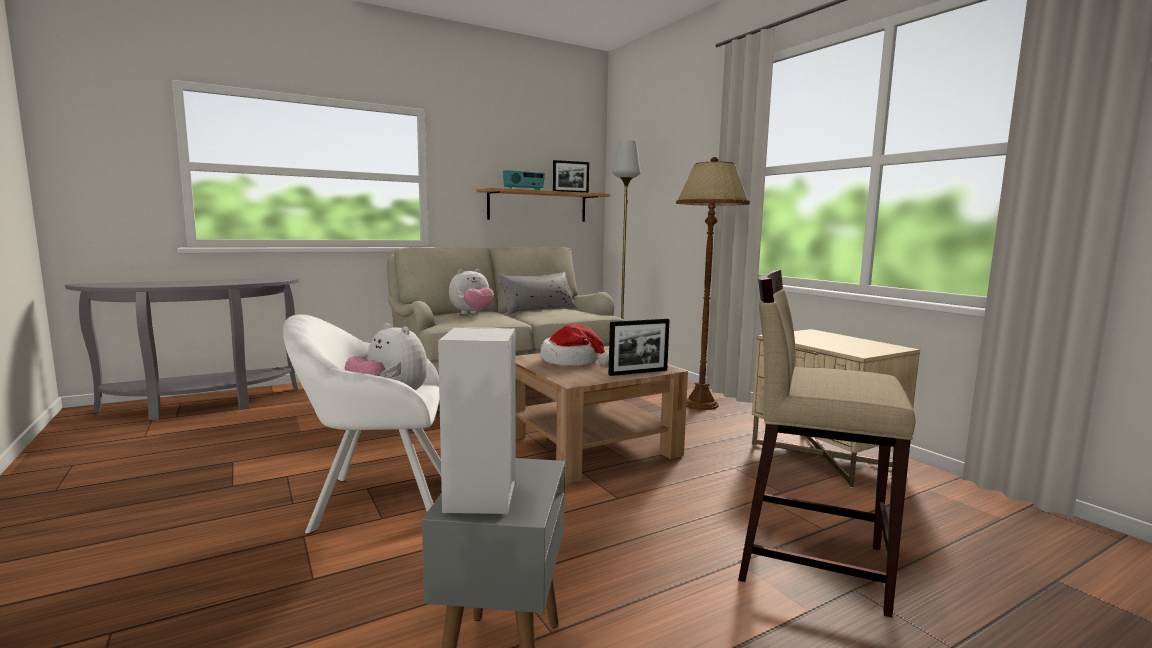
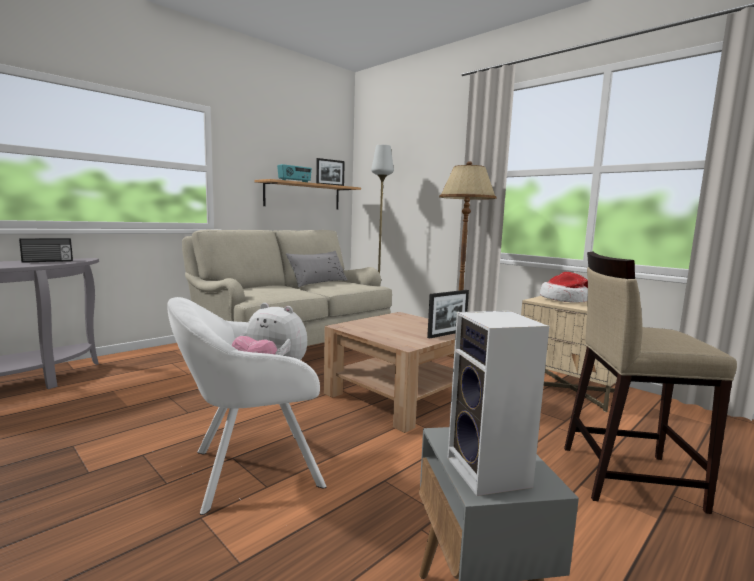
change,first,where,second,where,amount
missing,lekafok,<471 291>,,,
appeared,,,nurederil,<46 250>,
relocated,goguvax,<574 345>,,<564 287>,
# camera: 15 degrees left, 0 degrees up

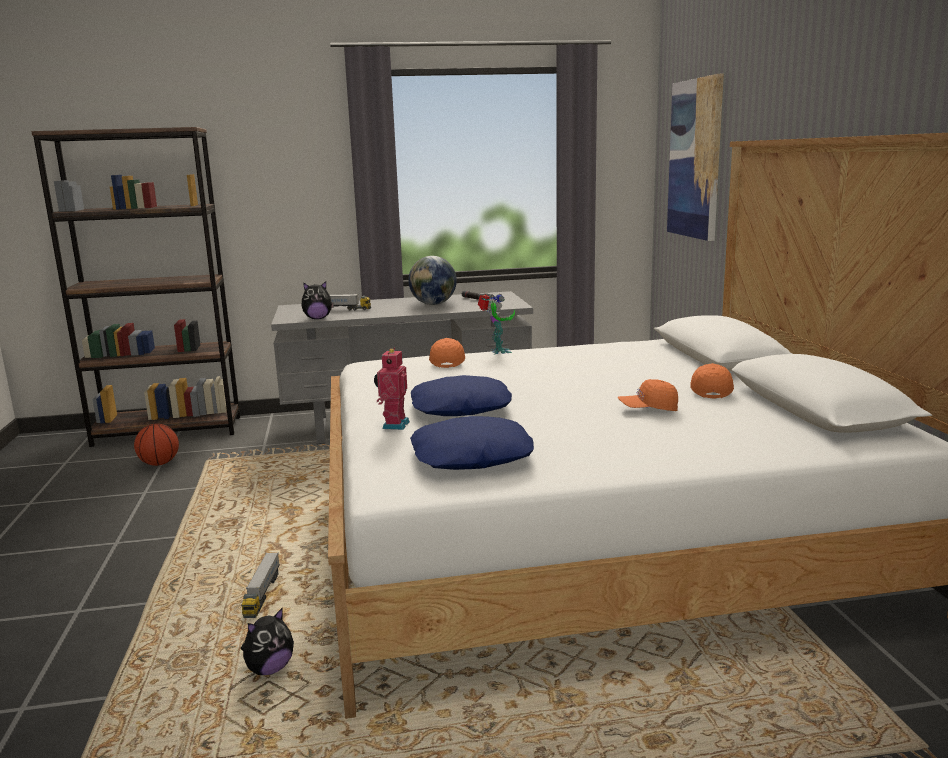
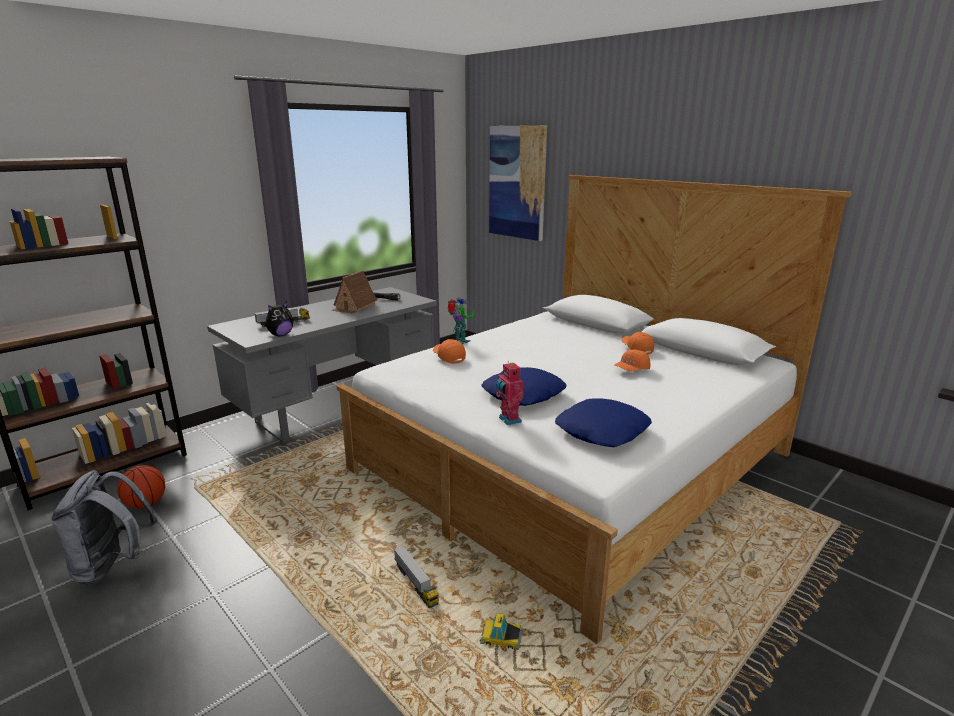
change,first,where,second,where,amount
appeared,,,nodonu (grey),<104 527>,
exchanged,lekafok,<267 641>,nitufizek,<501 631>,
exchanged,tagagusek,<432 280>,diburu,<354 292>,
# camera: 35 degrees left, 5 degrees up

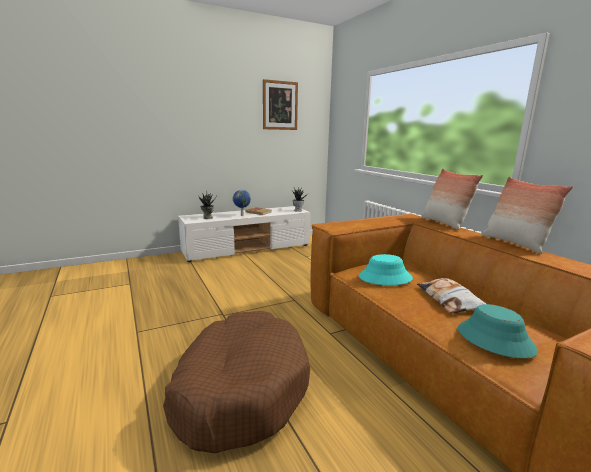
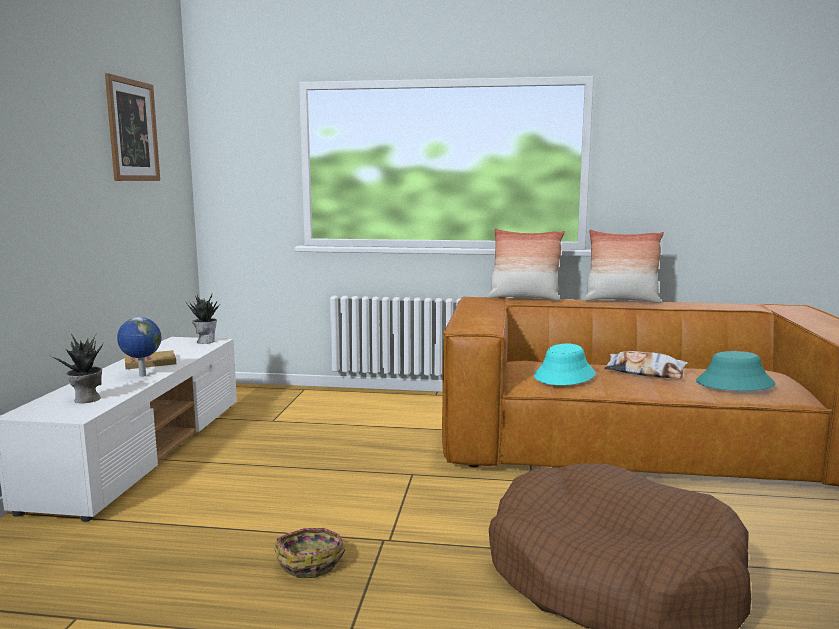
change,first,where,second,where,amount
appeared,,,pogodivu,<310 553>,
# camera: 55 degrees left, 5 degrees down

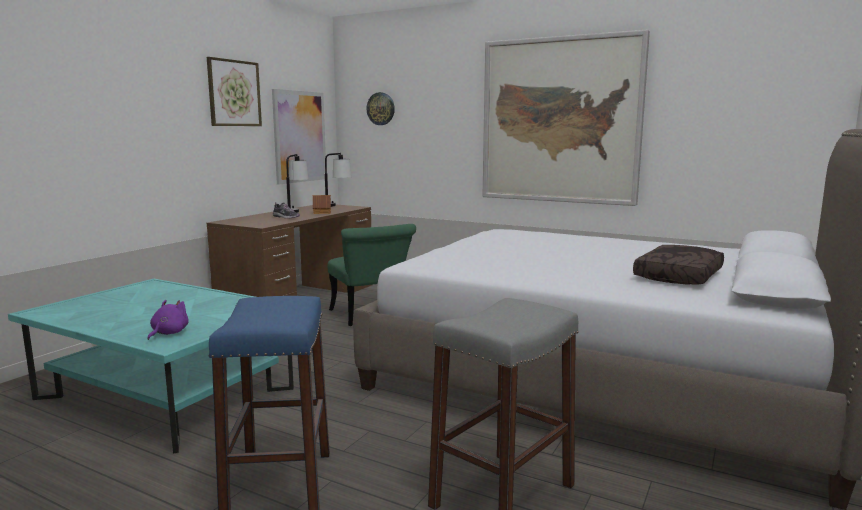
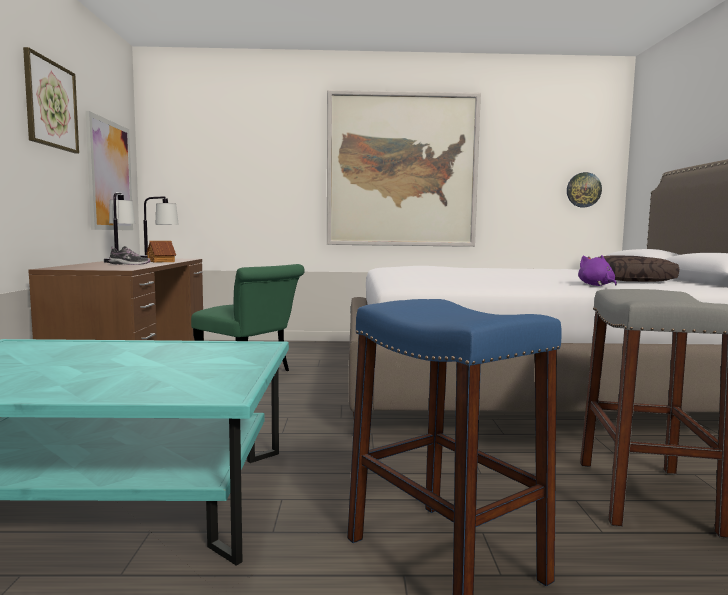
change,first,where,second,where,amount
relocated,lekafok (purple),<168 320>,,<597 270>,
relocated,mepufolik,<380 108>,,<584 189>,
# camera: 30 degrees left, 5 degrees down

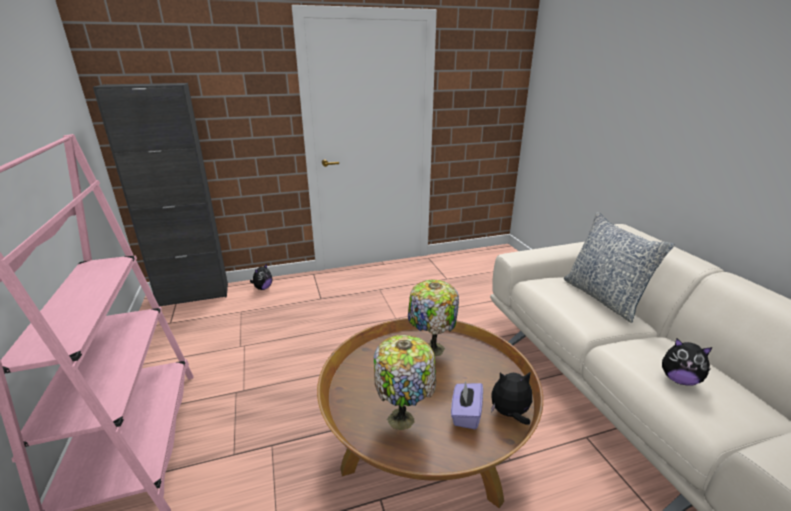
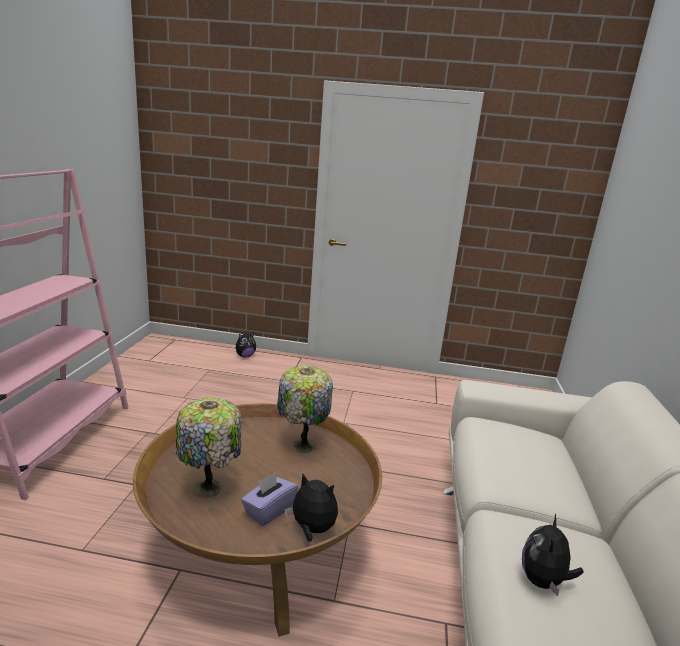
change,first,where,second,where,amount
missing,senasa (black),<160 194>,,,
missing,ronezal,<619 267>,,,
spun,lekafok,<687 362>,,<553 555>,60 degrees clockwise
# camera: 25 degrees right, 5 degrees down

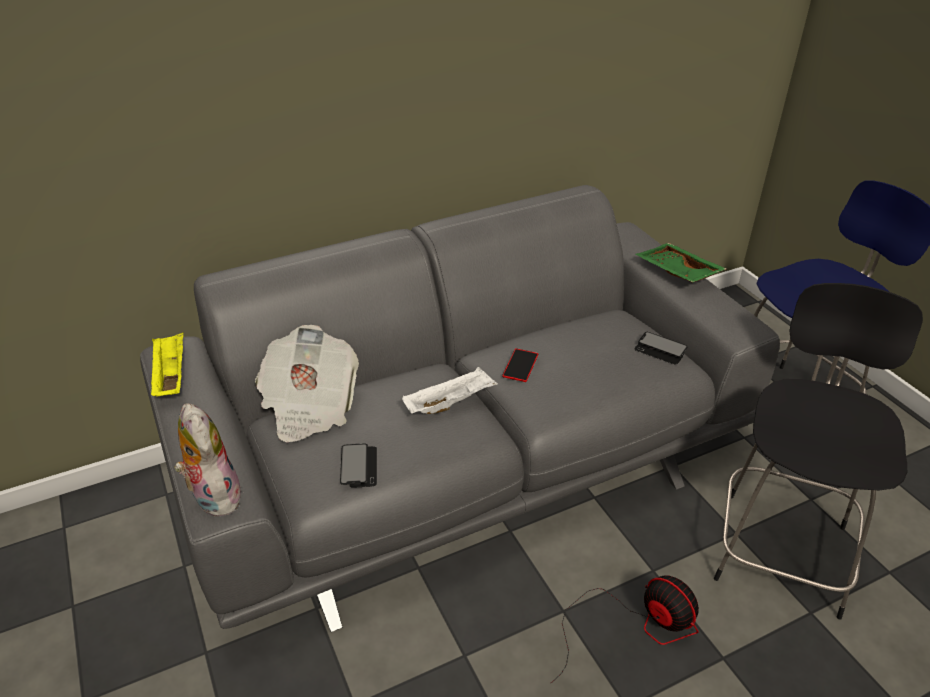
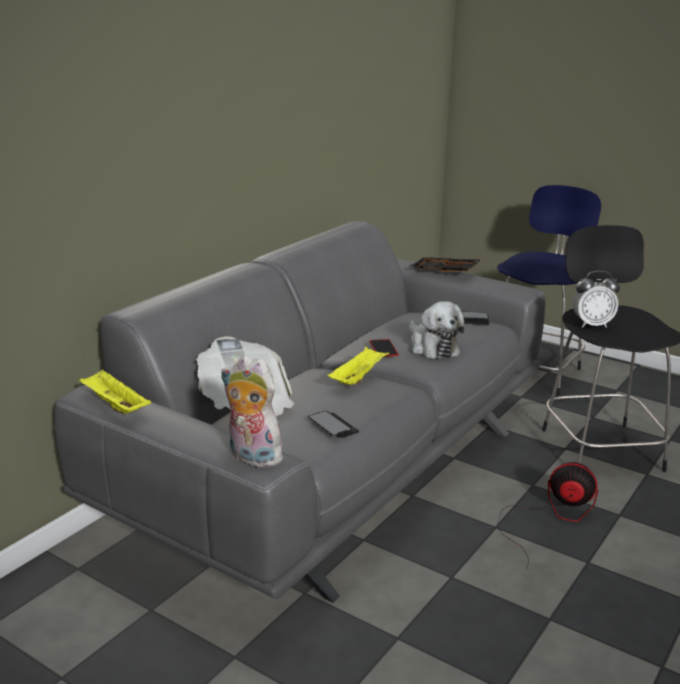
change,first,where,second,where,amount
appeared,,,lekafok,<436 330>,
appeared,,,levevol,<596 299>,
colour,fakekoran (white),<450 390>,fakekoran (yellow),<359 366>,
colour,fakekoran (green),<681 263>,fakekoran (black),<445 264>,
# camera: 30 degrees left, 15 degrees down

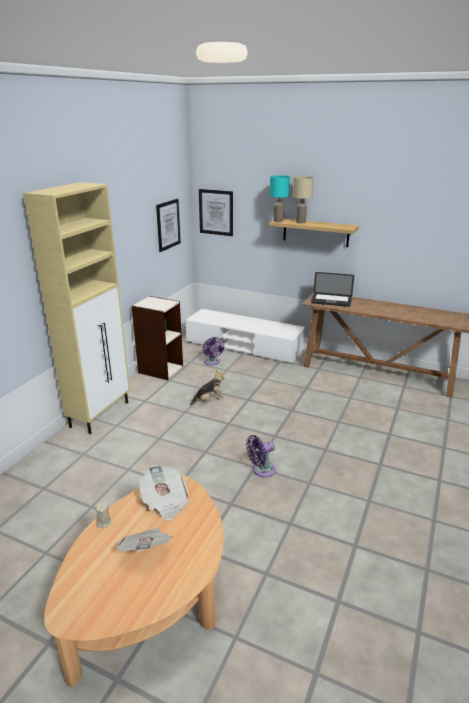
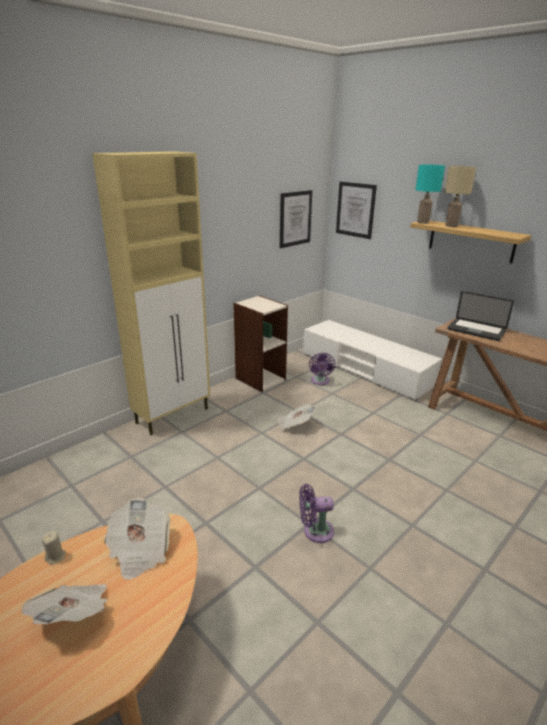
change,first,where,second,where,amount
exchanged,lekafok,<207 387>,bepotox,<297 417>,
# camera: 20 degrees right, 0 degrees up

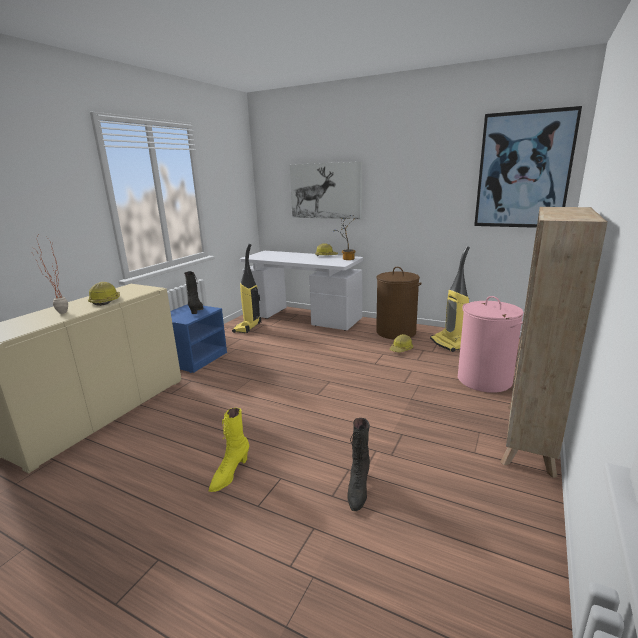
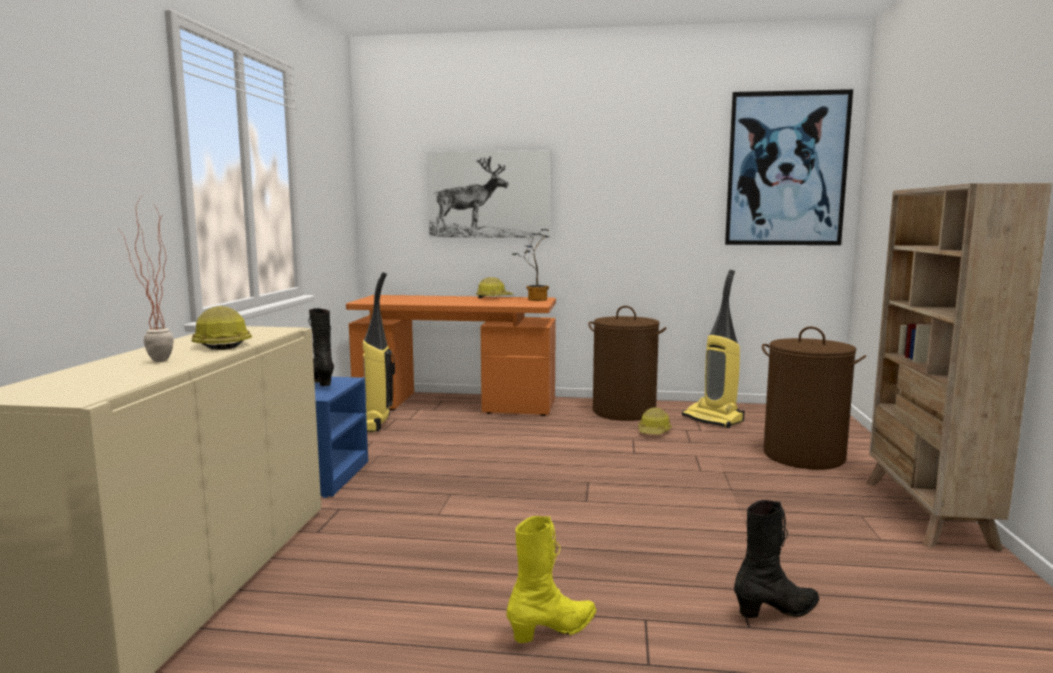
change,first,where,second,where,amount
colour,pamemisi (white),<301 291>,pamemisi (orange),<451 355>,
colour,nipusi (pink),<491 344>,nipusi (brown),<814 397>,
spun,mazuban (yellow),<229 450>,,<551 579>,135 degrees counterclockwise
spun,mazuban (black),<358 464>,,<776 559>,105 degrees counterclockwise
# camera: 20 degrees left, 10 degrees down

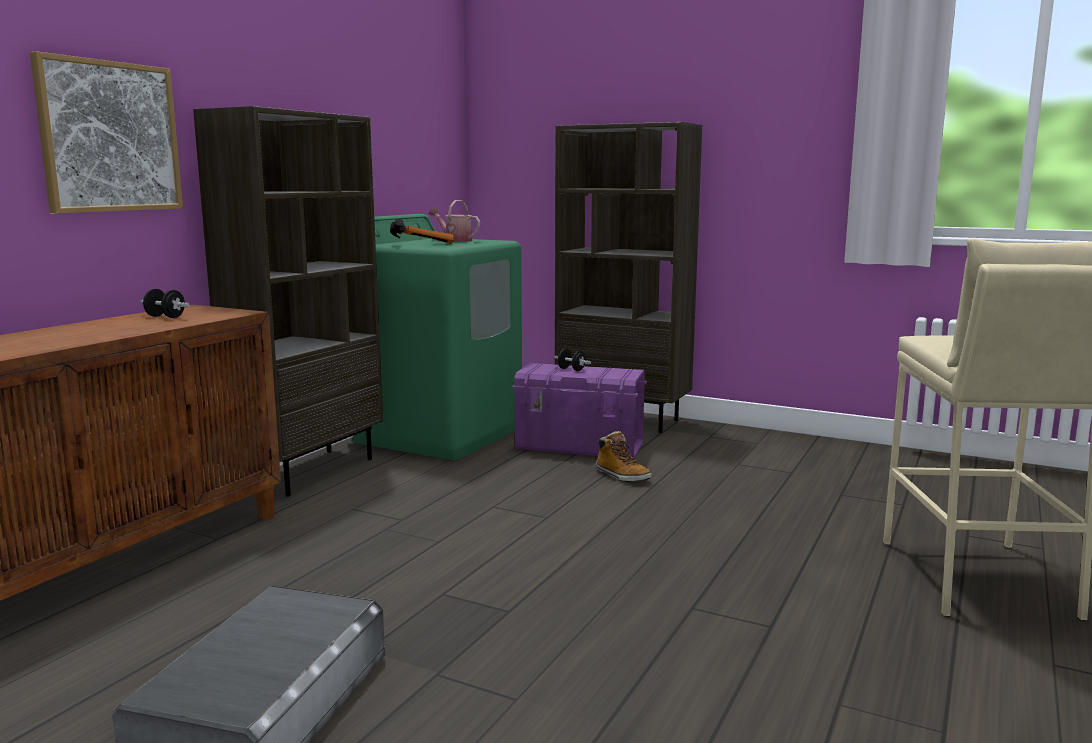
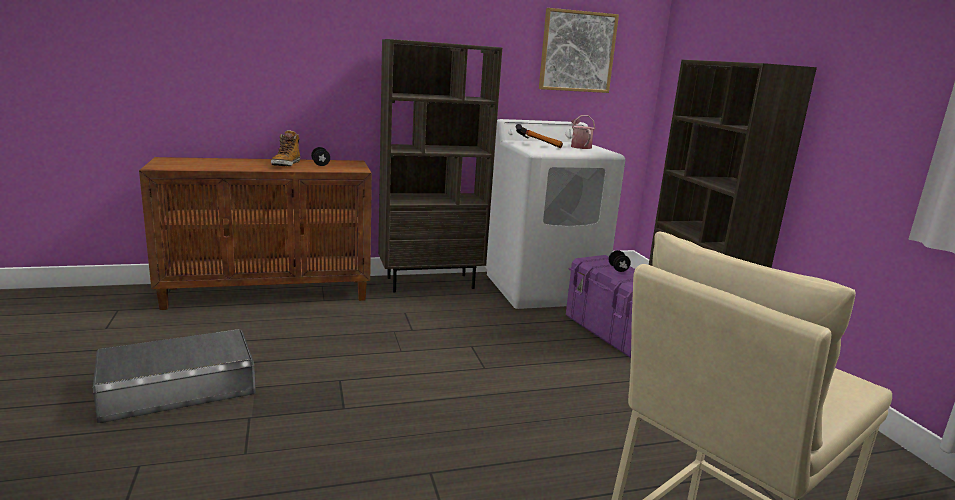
change,first,where,second,where,amount
relocated,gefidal,<106 132>,,<579 50>,
relocated,mazuban,<624 456>,,<286 148>,
colour,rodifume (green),<437 337>,rodifume (white),<554 214>,
# camera: 45 degrees right, 5 degrees up

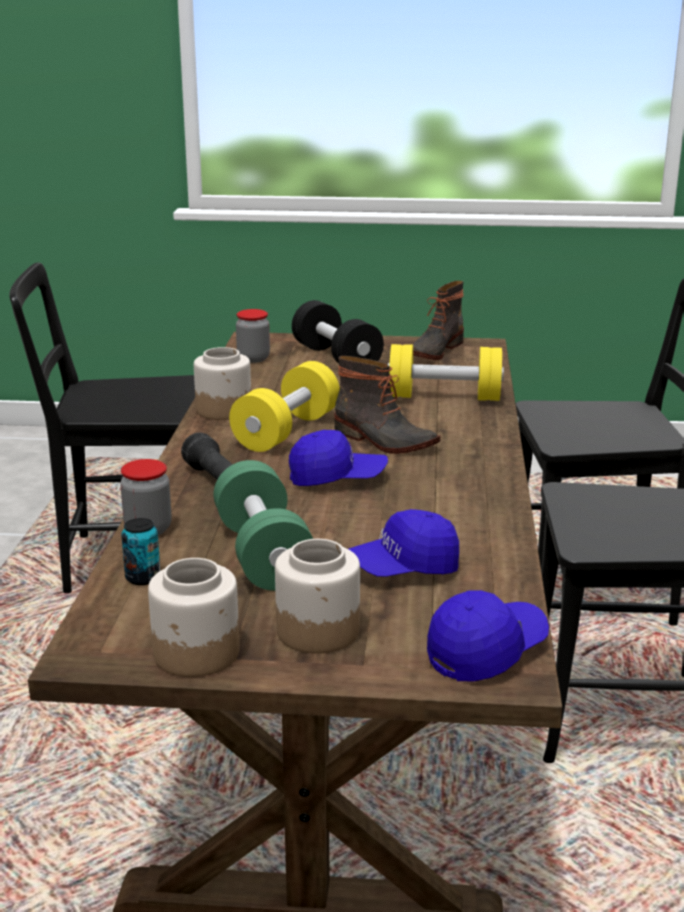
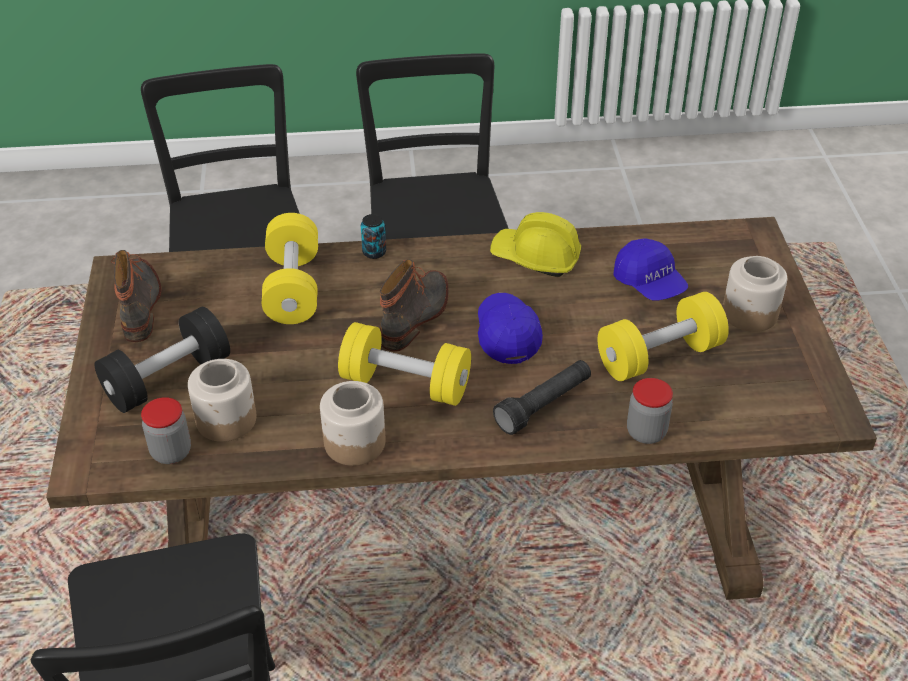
change,first,where,second,where,amount
missing,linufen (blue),<488 635>,,,
appeared,,,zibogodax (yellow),<535 244>,
relocated,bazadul,<140 551>,,<373 236>,
relocated,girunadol,<194 617>,,<222 400>,
colour,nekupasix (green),<263 525>,nekupasix (yellow),<663 336>,
spun,mazuban,<438 320>,,<136 296>,120 degrees counterclockwise
# camera: 100 degrees left, 20 degrees up

